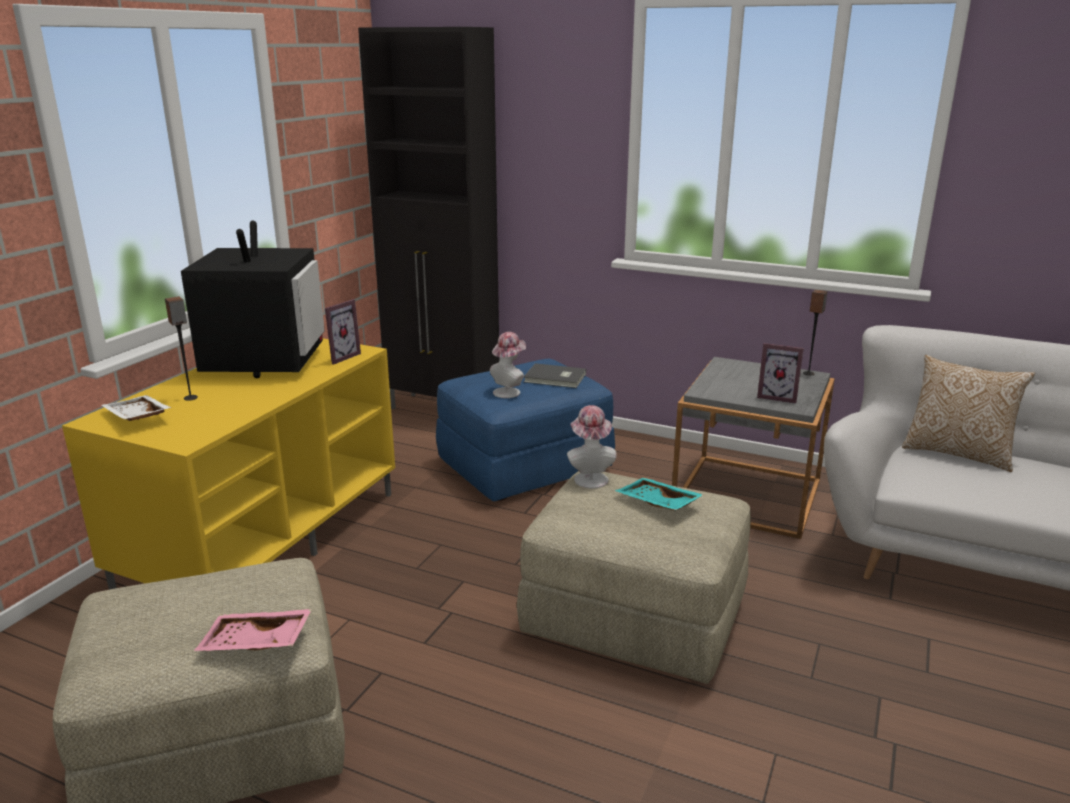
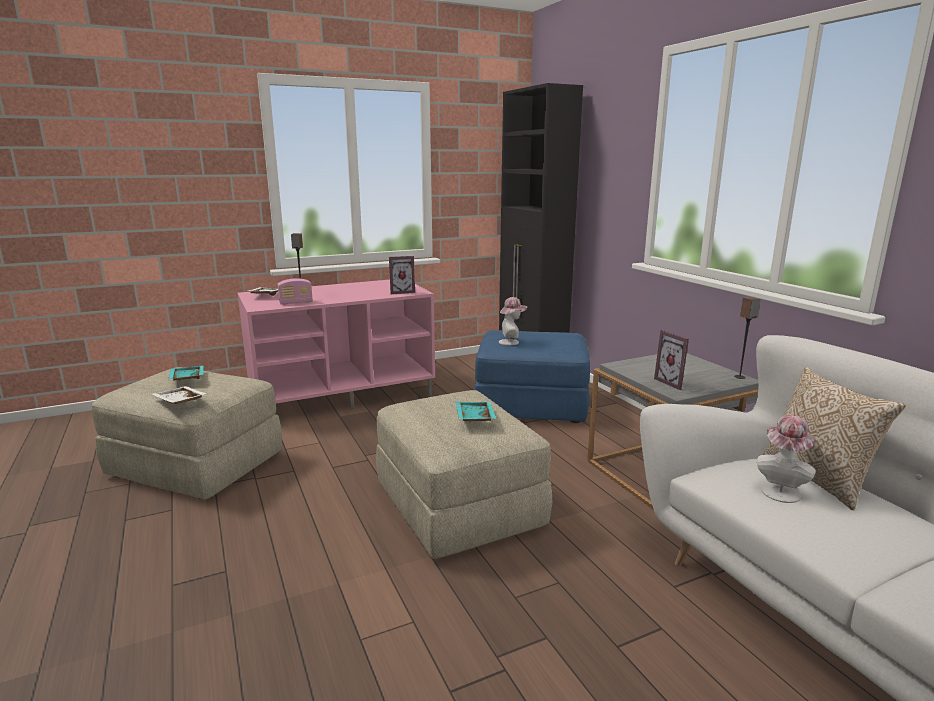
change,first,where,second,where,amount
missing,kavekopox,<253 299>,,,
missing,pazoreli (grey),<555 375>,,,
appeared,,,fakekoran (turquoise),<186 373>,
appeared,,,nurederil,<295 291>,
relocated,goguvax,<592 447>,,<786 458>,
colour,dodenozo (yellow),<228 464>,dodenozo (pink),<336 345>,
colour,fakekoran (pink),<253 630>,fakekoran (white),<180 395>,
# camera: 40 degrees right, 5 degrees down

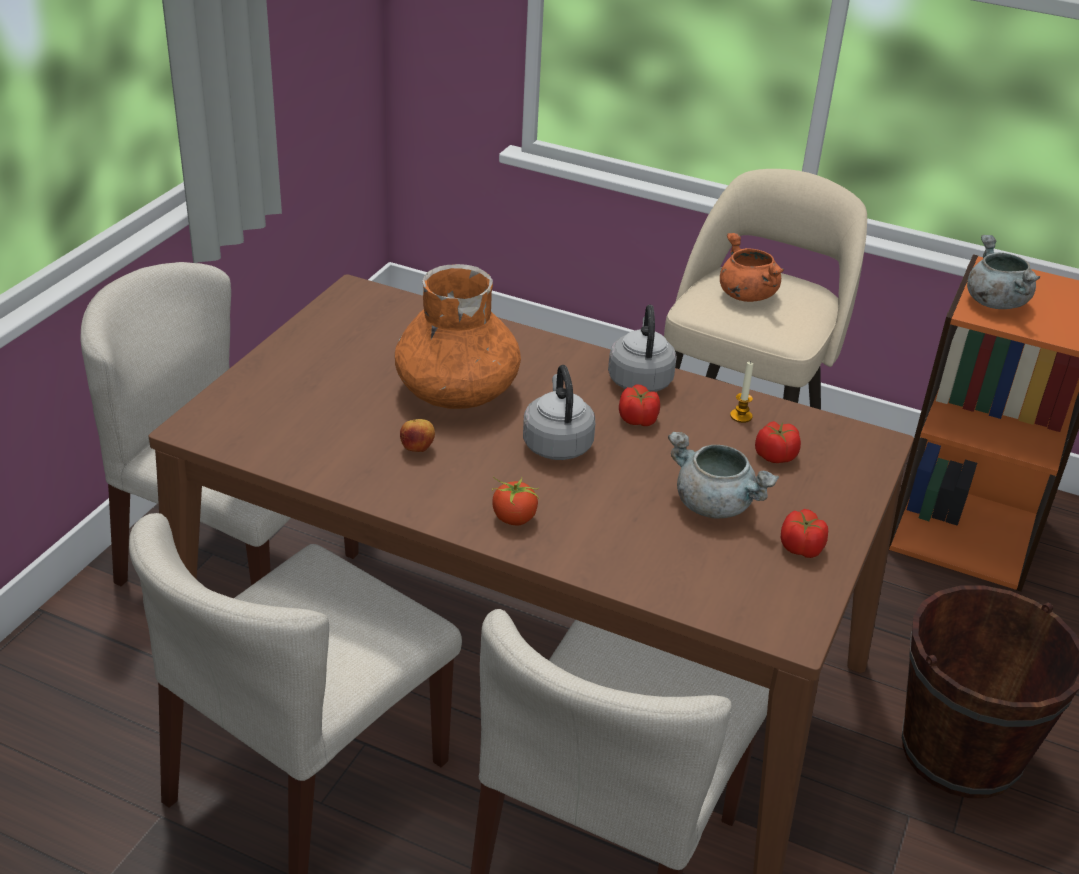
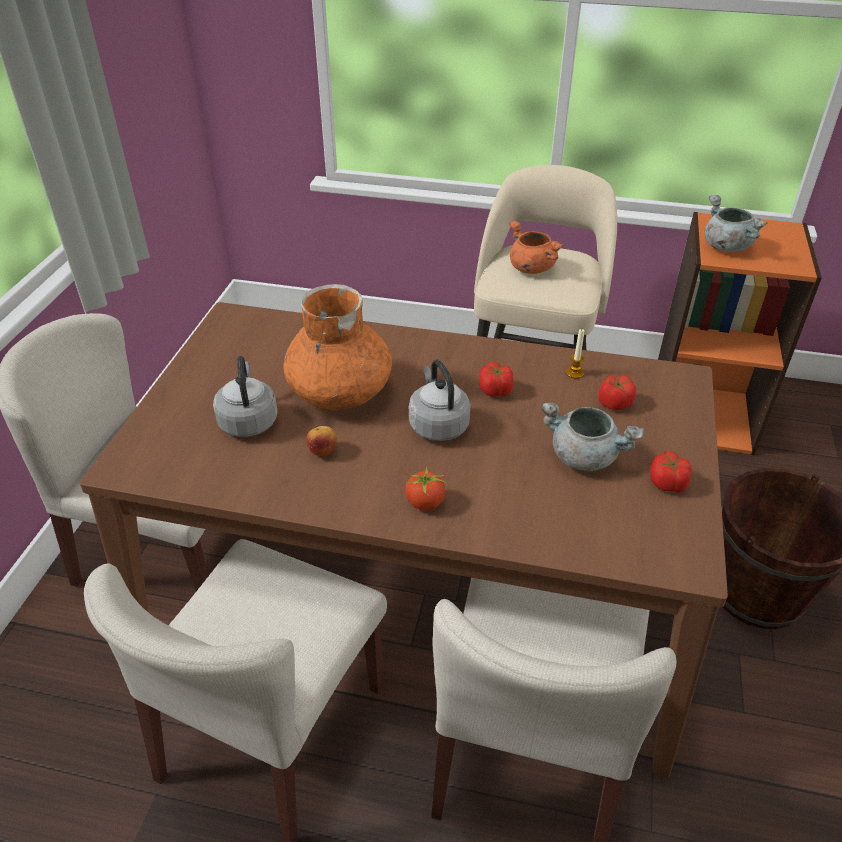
change,first,where,second,where,amount
relocated,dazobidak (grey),<642 348>,,<245 396>,
# camera: 10 degrees left, 5 degrees up

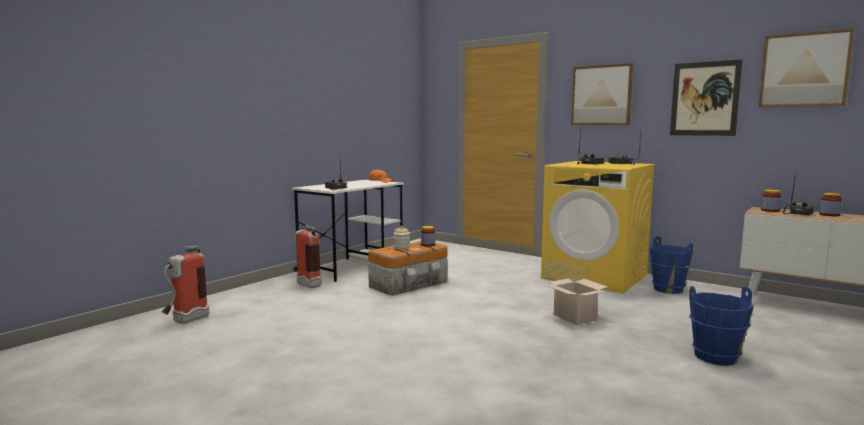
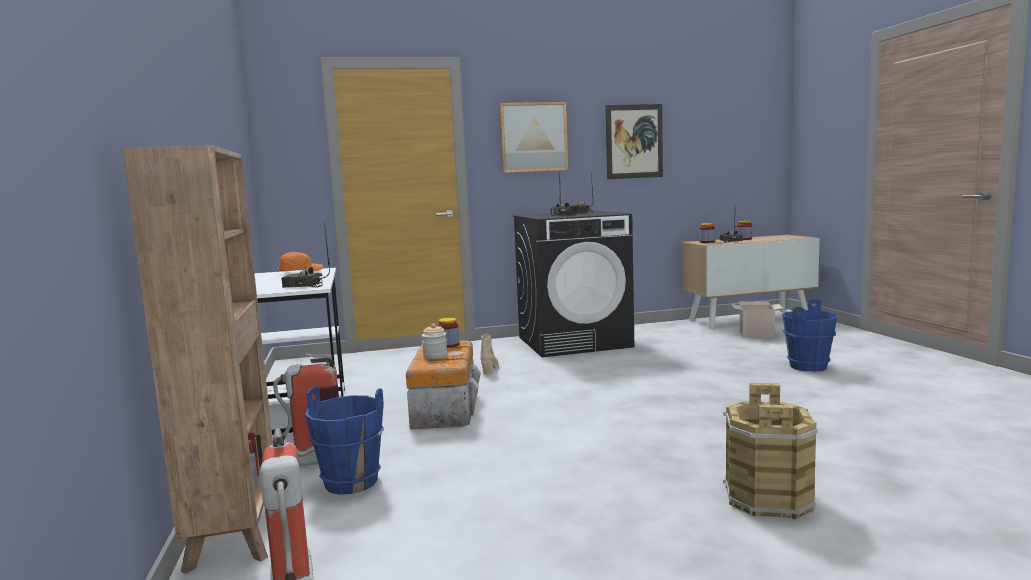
change,first,where,second,where,amount
missing,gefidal,<807 67>,,,
appeared,,,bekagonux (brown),<197 359>,
appeared,,,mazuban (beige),<489 354>,
appeared,,,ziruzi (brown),<770 451>,
relocated,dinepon,<576 302>,,<757 319>,
relocated,ziruzi (blue),<671 265>,,<344 441>,
colour,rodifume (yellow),<598 227>,rodifume (black),<573 284>,
# camera: 50 degrees left, 0 degrees up

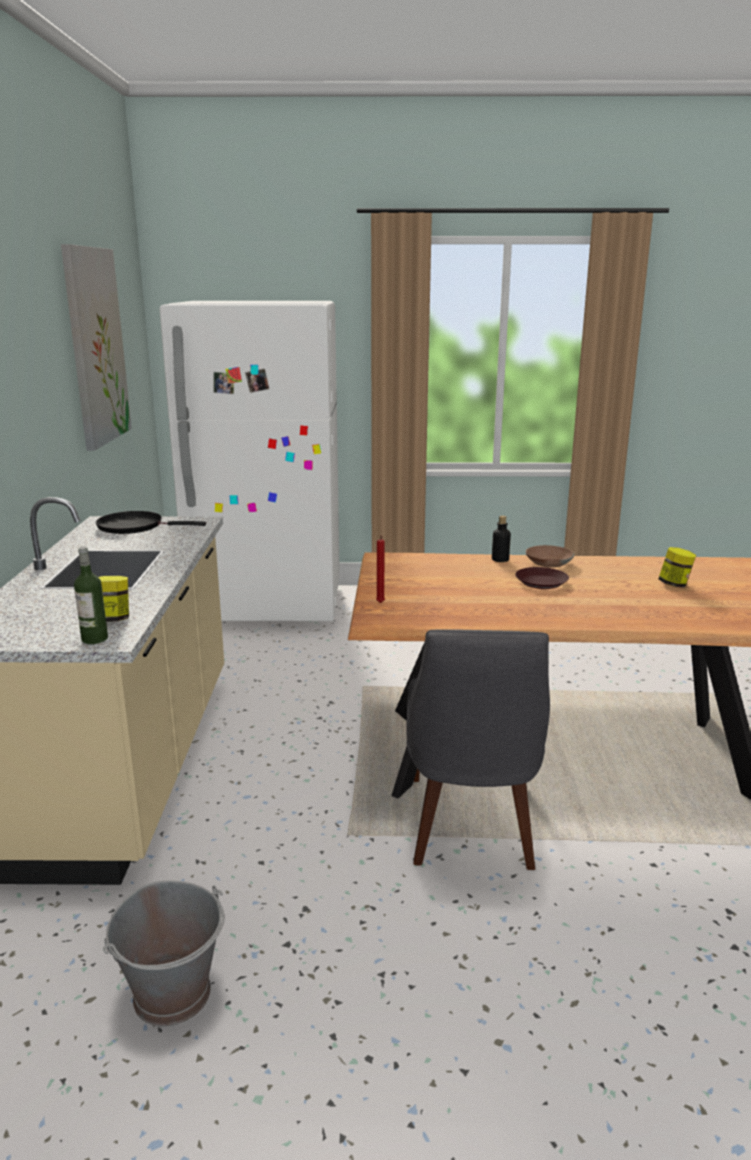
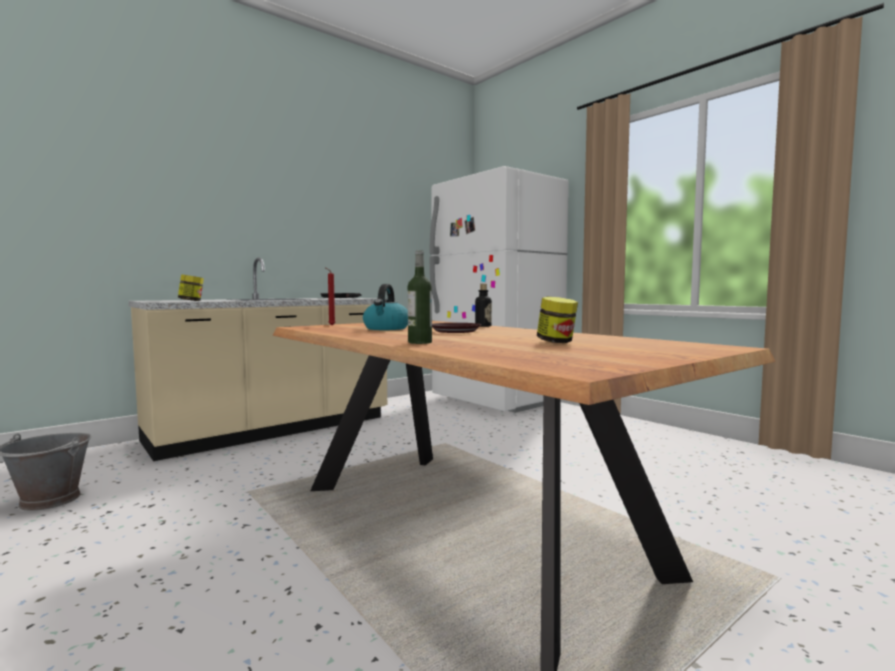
change,first,where,second,where,amount
missing,gefidal,<96 347>,,,
missing,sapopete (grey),<478 750>,,,
missing,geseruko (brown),<550 556>,,,
appeared,,,dazobidak,<385 307>,
relocated,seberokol,<91 595>,,<420 297>,
# camera: 50 degrees right, 15 degrees down

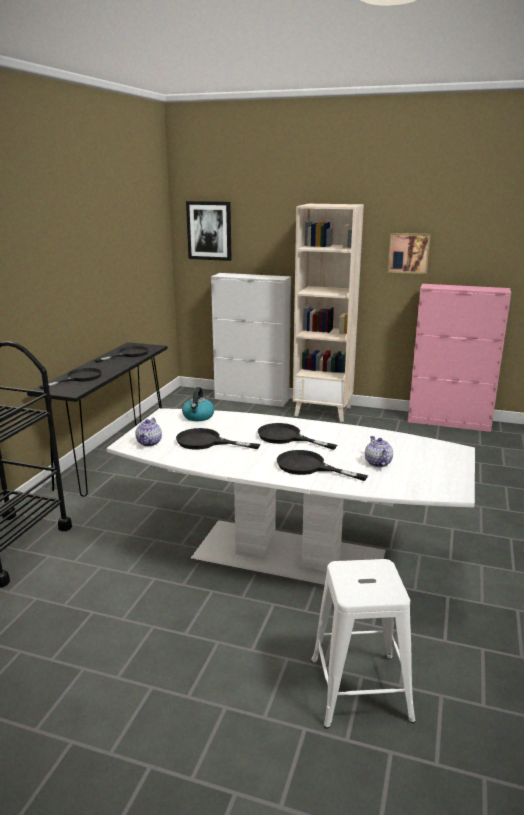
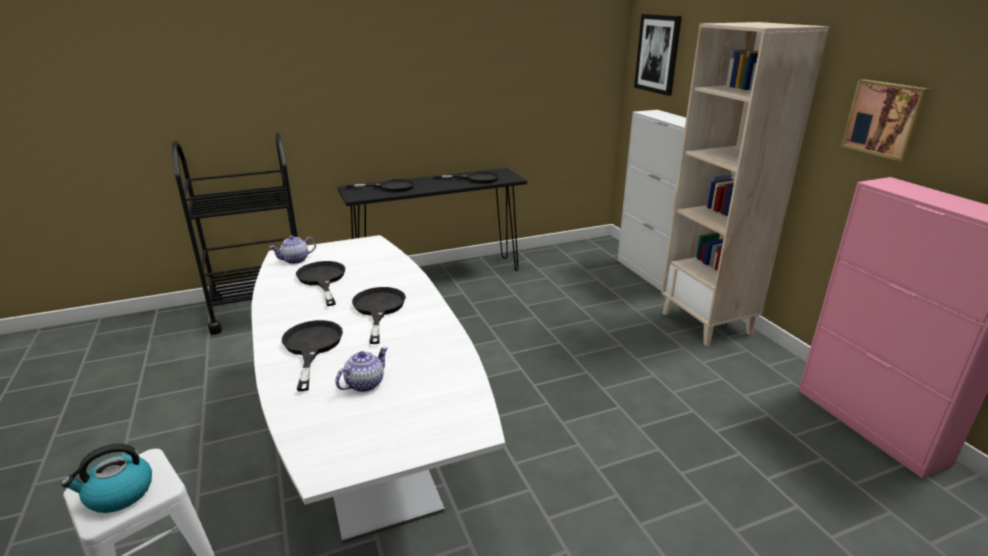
change,first,where,second,where,amount
relocated,dazobidak,<198 404>,,<106 478>,
# camera: 50 degrees right, 5 degrees up

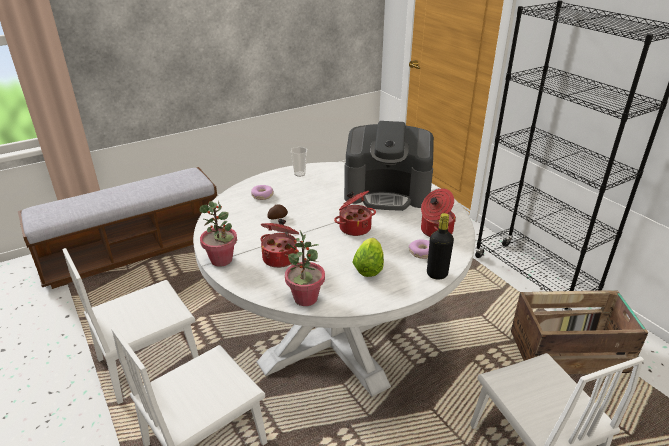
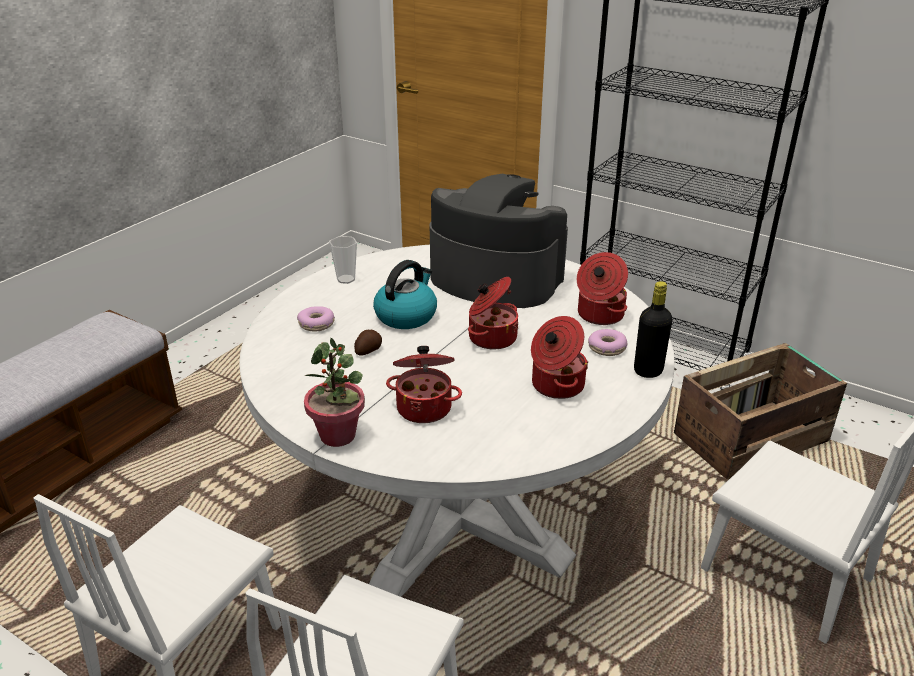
change,first,where,second,where,amount
missing,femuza,<305 268>,,,
appeared,,,dazobidak,<405 294>,
exchanged,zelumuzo,<368 257>,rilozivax,<559 357>,
spun,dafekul,<389 166>,,<499 241>,135 degrees counterclockwise
# camera: 25 degrees left, 0 degrees up

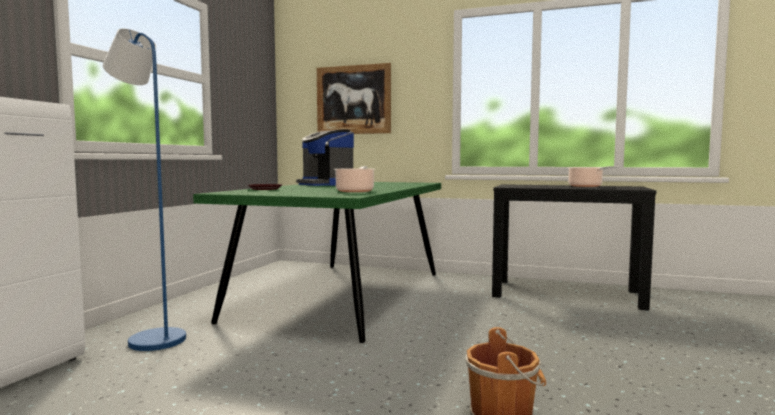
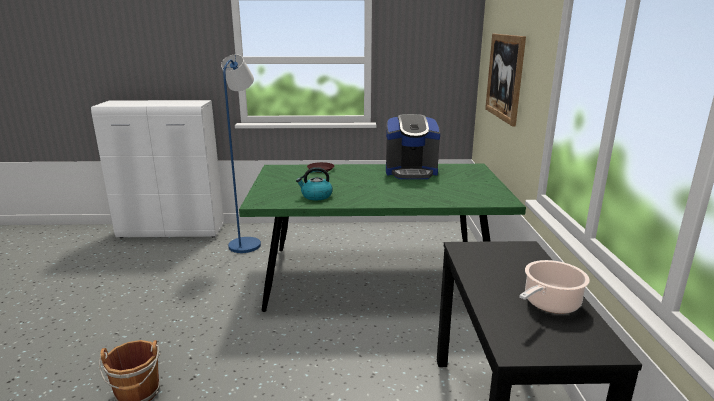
change,first,where,second,where,amount
exchanged,rilozivax,<354 179>,dazobidak,<314 183>,
spun,dafekul,<325 158>,,<413 146>,120 degrees counterclockwise
# camera: 70 degrees right, 15 degrees up

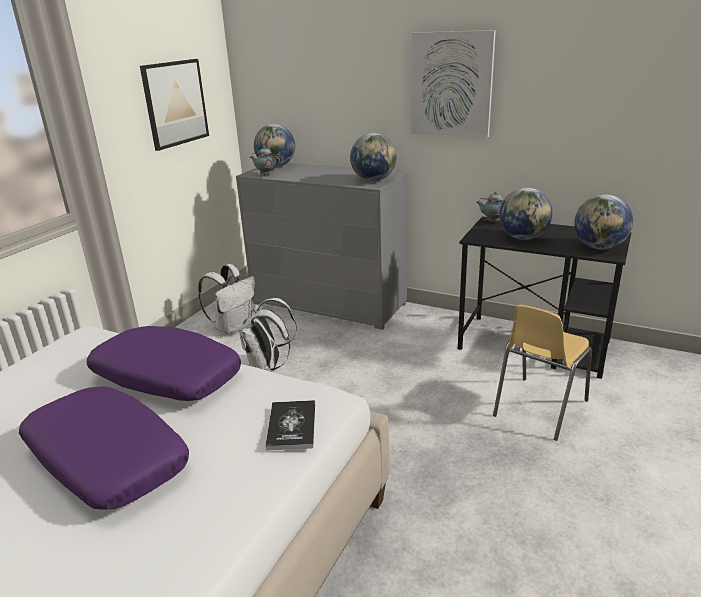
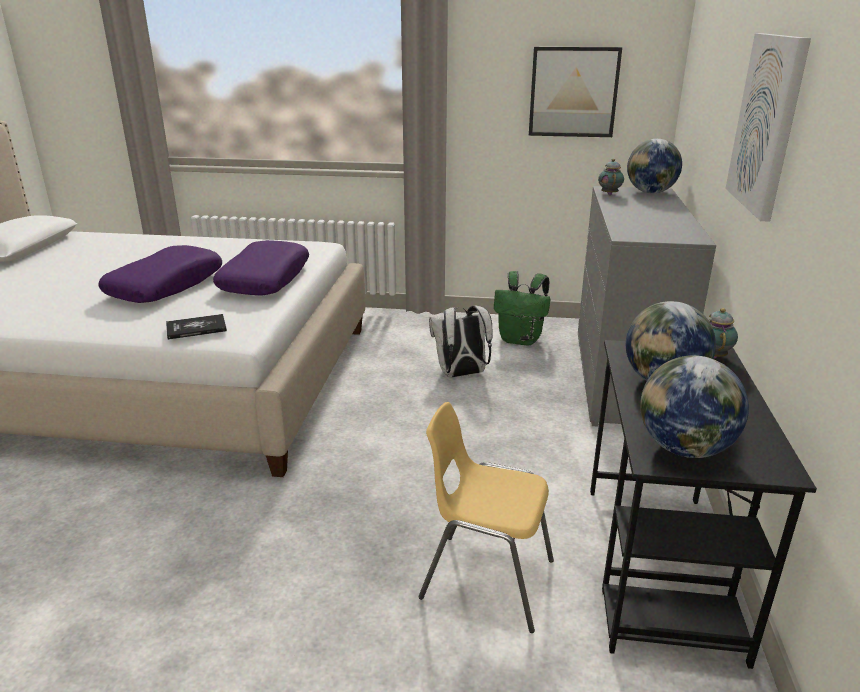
change,first,where,second,where,amount
missing,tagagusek,<373 157>,,,
colour,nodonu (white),<226 299>,nodonu (green),<522 308>,
# camera: 70 degrees right, 0 degrees up

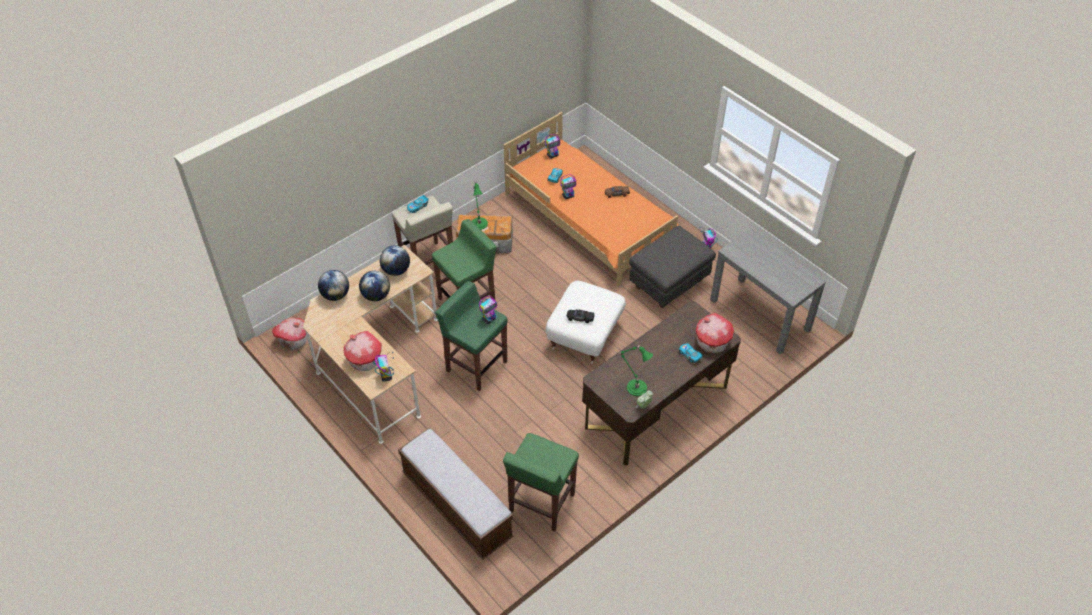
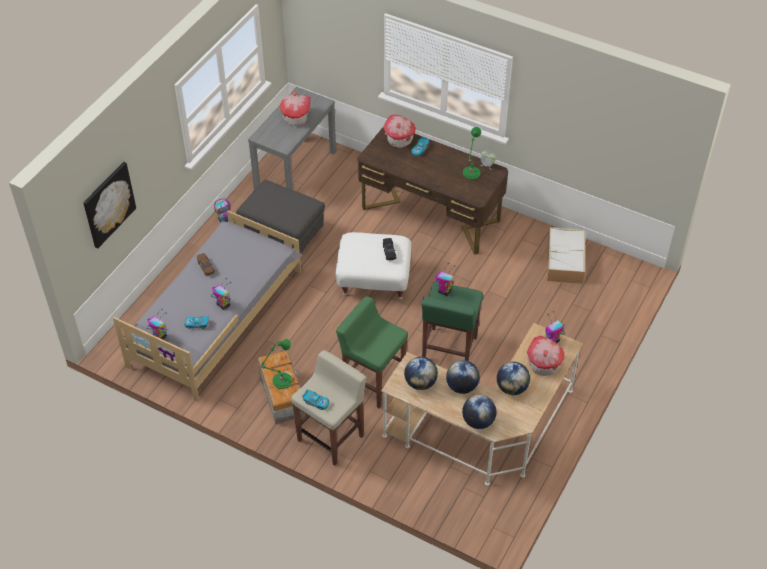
change,first,where,second,where,amount
missing,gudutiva,<455 494>,,,
appeared,,,gefidal,<109 205>,
appeared,,,tagagusek,<513 378>,
relocated,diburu,<289 334>,,<295 108>,
exchanged,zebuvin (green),<541 482>,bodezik,<566 255>,
colour,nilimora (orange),<590 199>,nilimora (grey),<208 306>,
# camera: 110 degrees left, 0 degrees up

